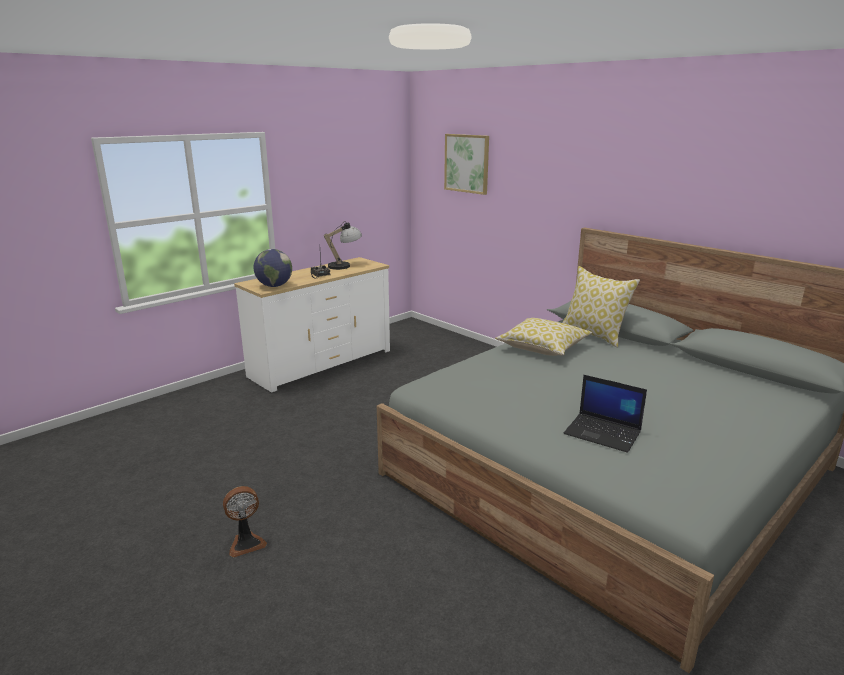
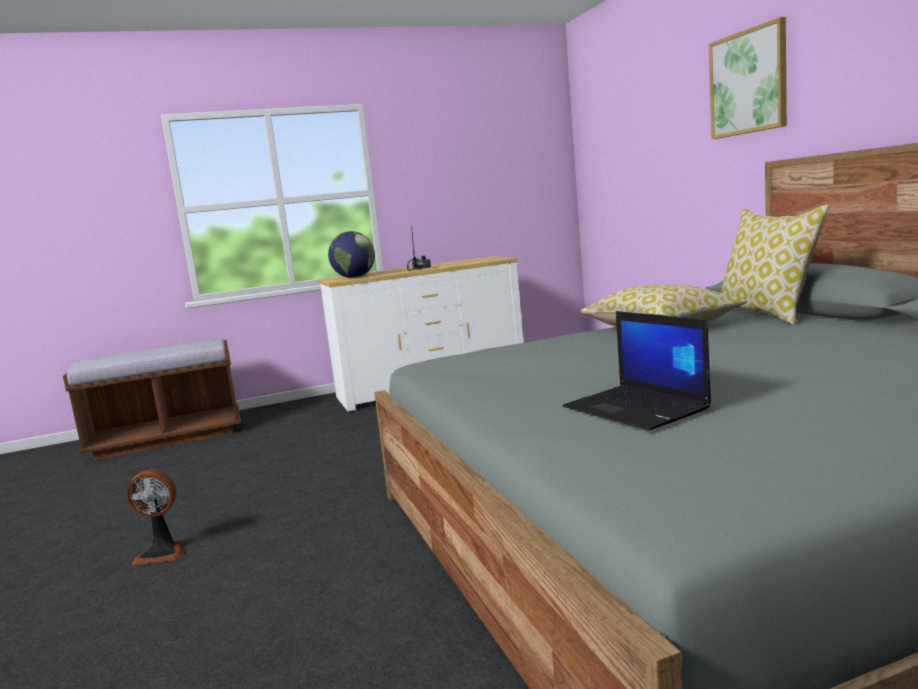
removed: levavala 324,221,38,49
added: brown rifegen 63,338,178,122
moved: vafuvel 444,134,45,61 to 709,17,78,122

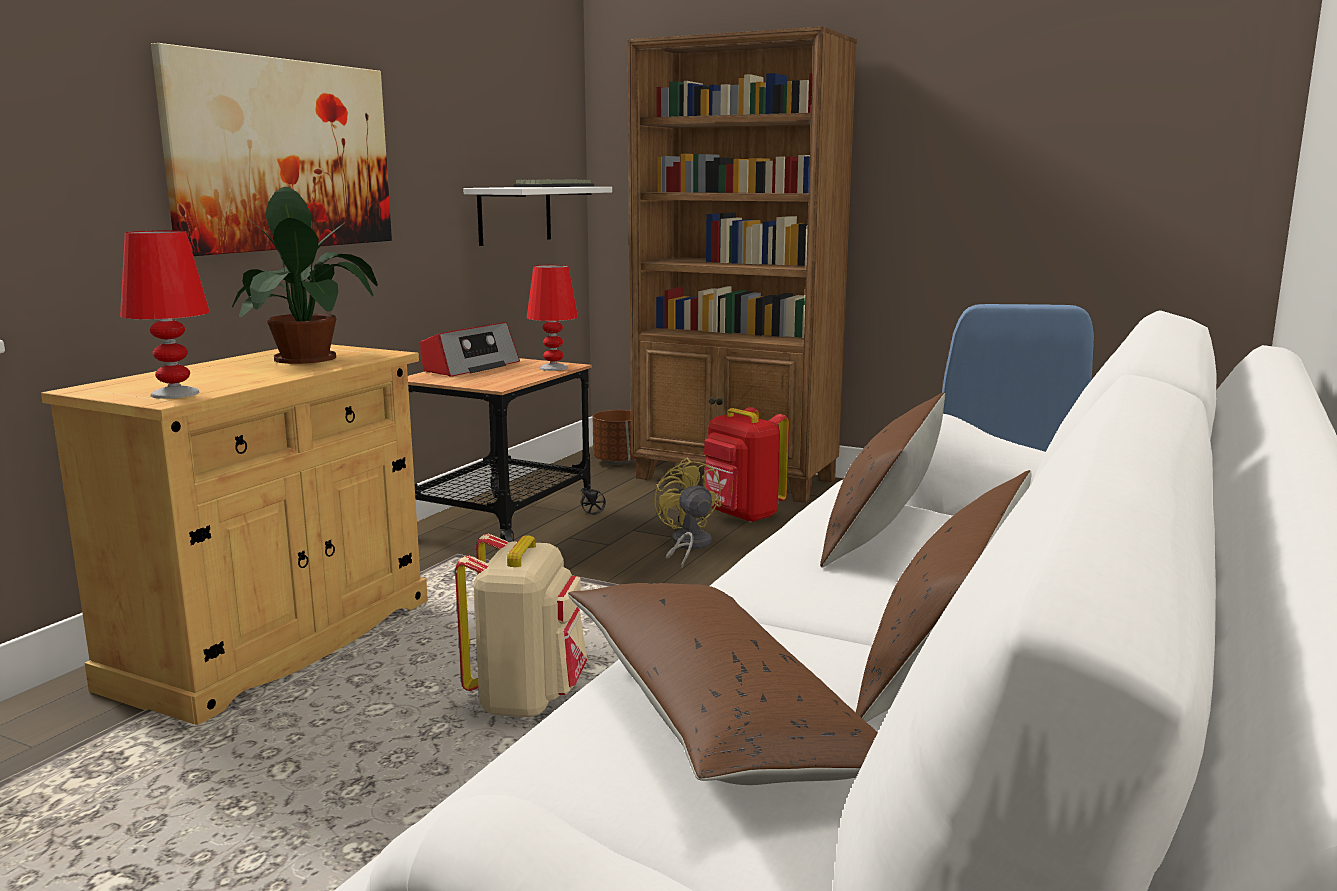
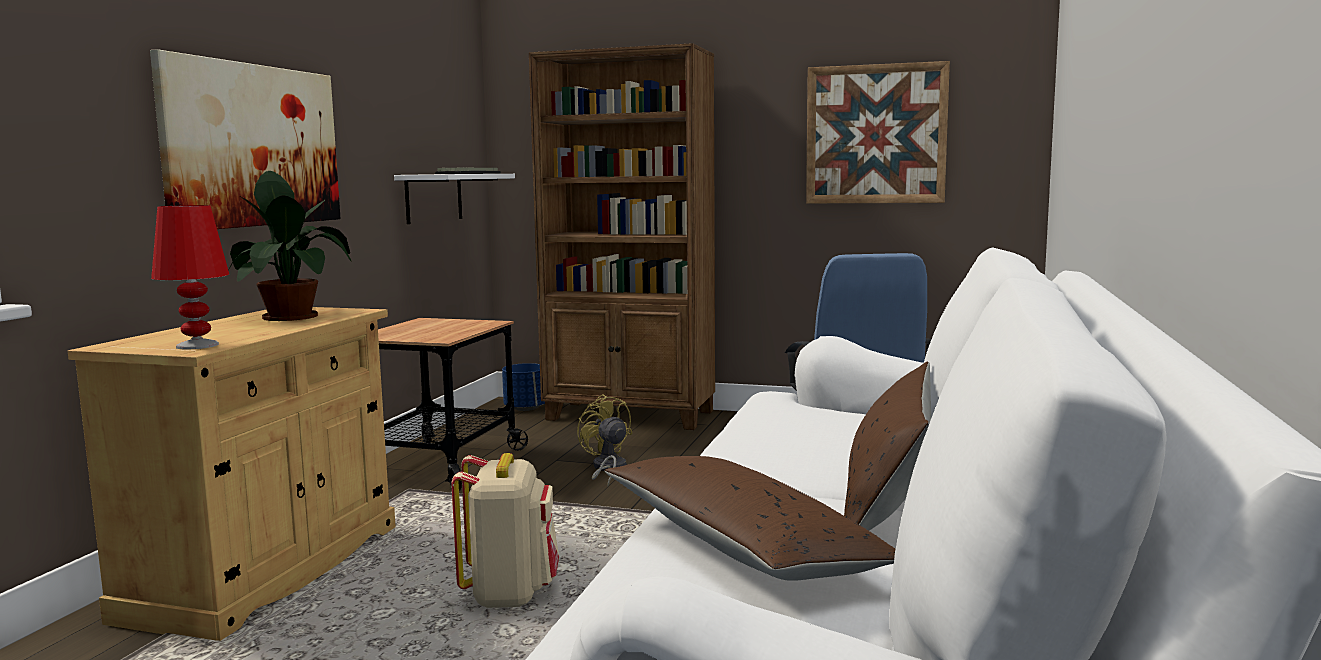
removed: red levavala 527,265,51,106; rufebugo 420,322,100,55; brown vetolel 820,393,125,175; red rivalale 703,407,86,116
added: vafuvel 806,61,144,142
recoloured: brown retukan 593,410,43,55 to blue retukan 502,363,43,48

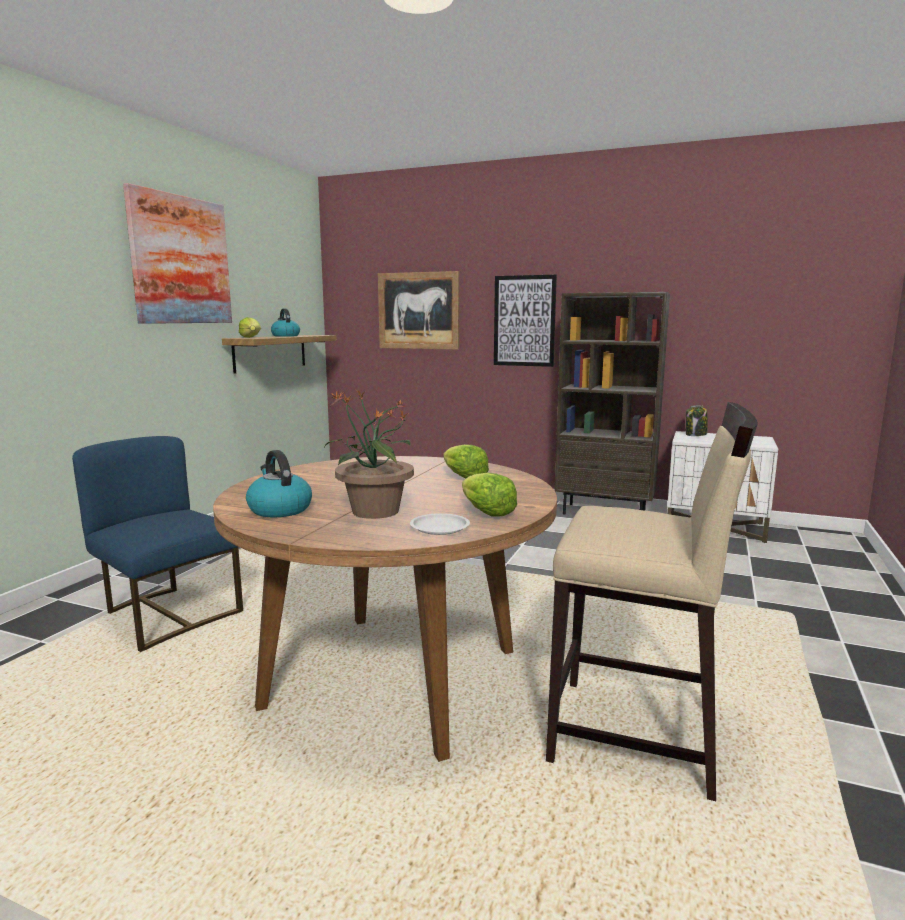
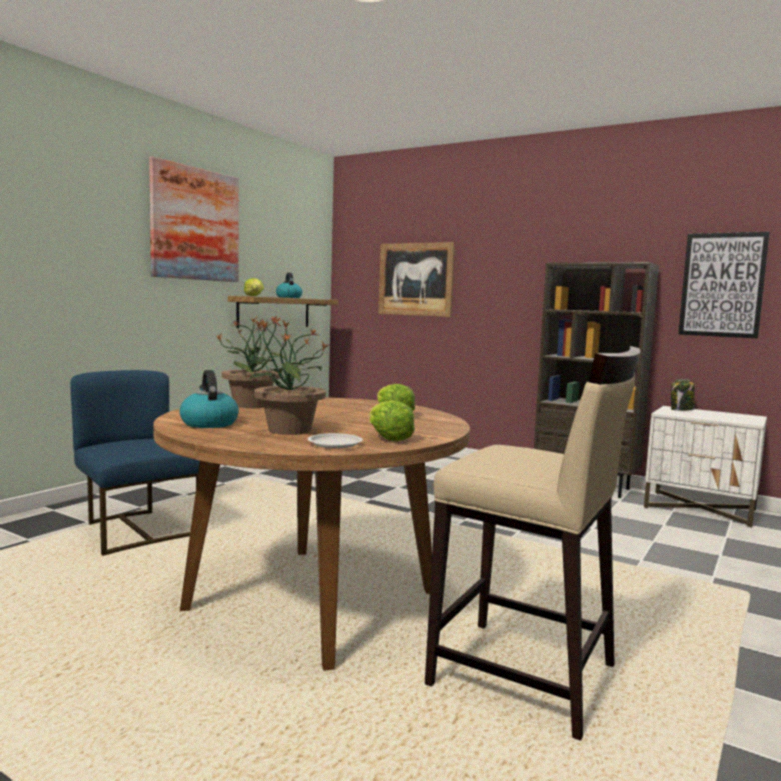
added: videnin 216,316,69,92
moved: vafuvel 494,275,63,92 to 678,232,92,106

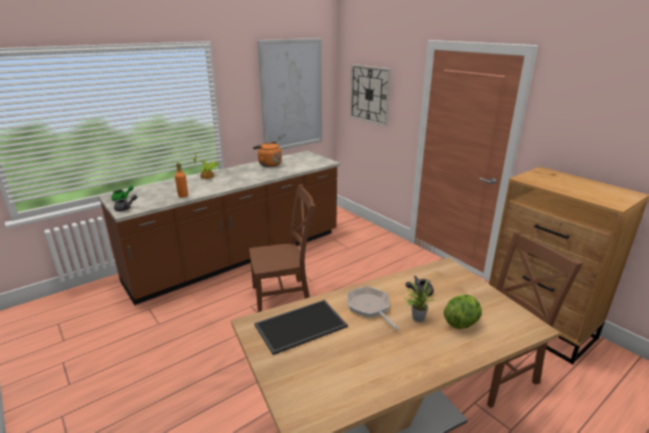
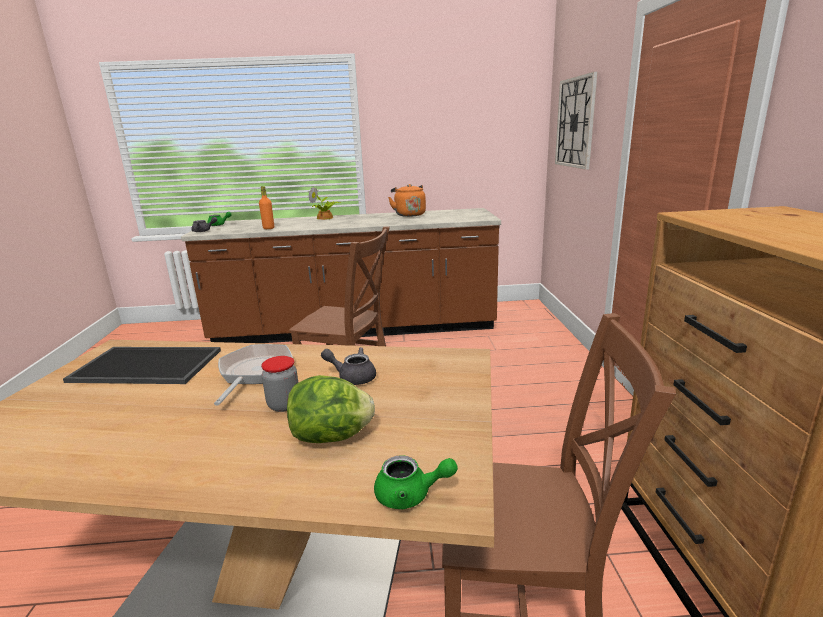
removed: vafuvel 257,38,65,112
added: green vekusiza 374,455,84,54
replaced: videnin 404,280,31,42 to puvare 261,356,37,56

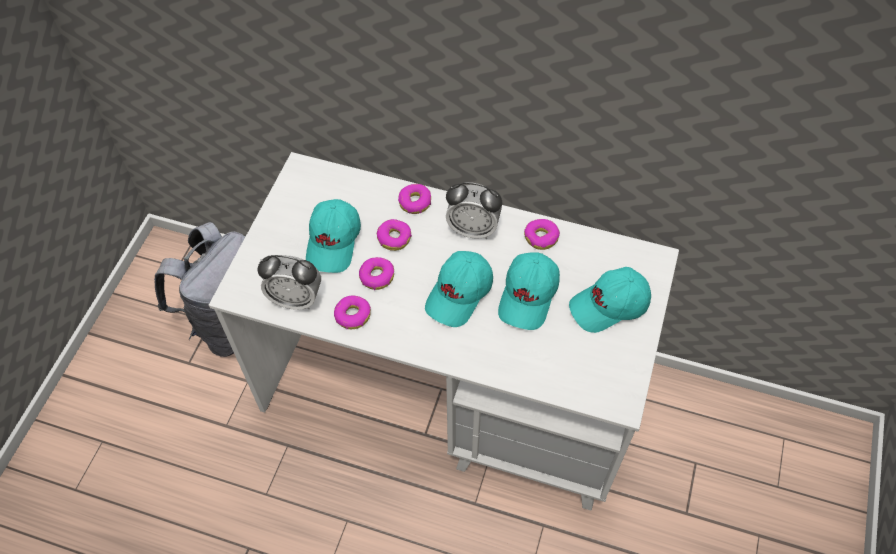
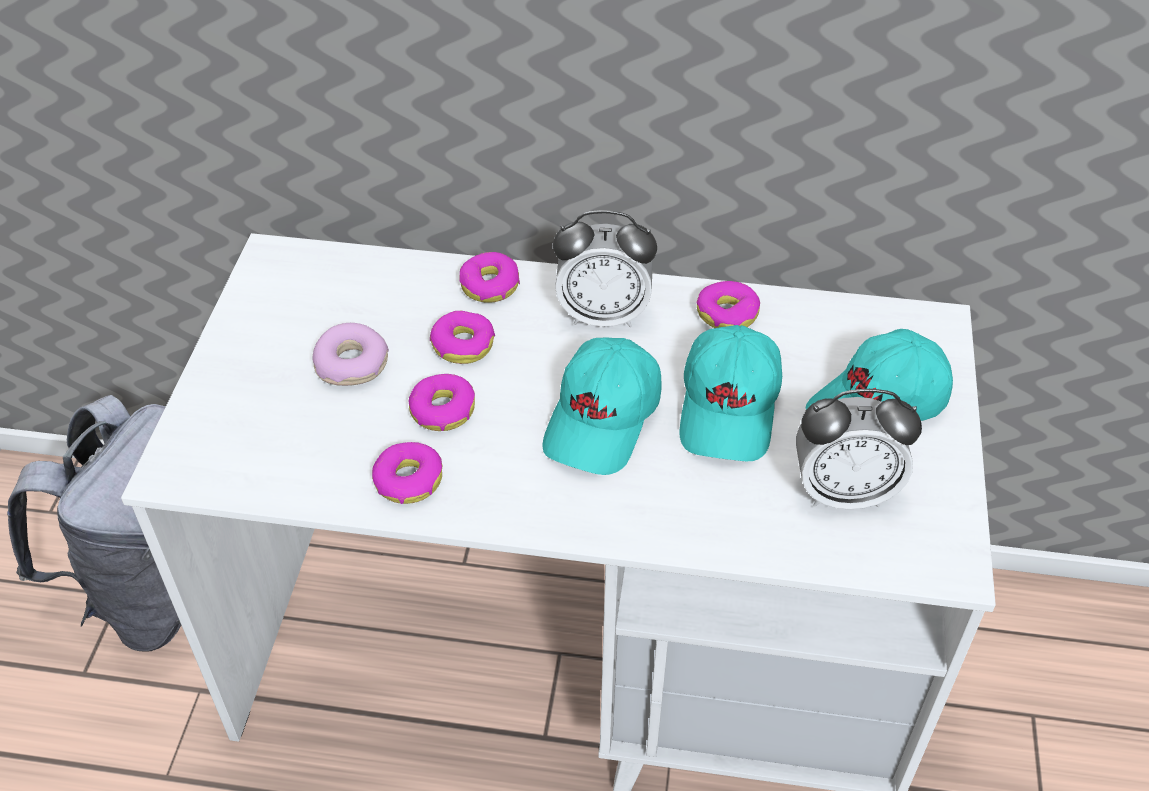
moved: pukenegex 258,255,63,55 to 796,389,126,121
replaced: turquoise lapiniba 306,199,55,74 to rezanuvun 313,323,76,63

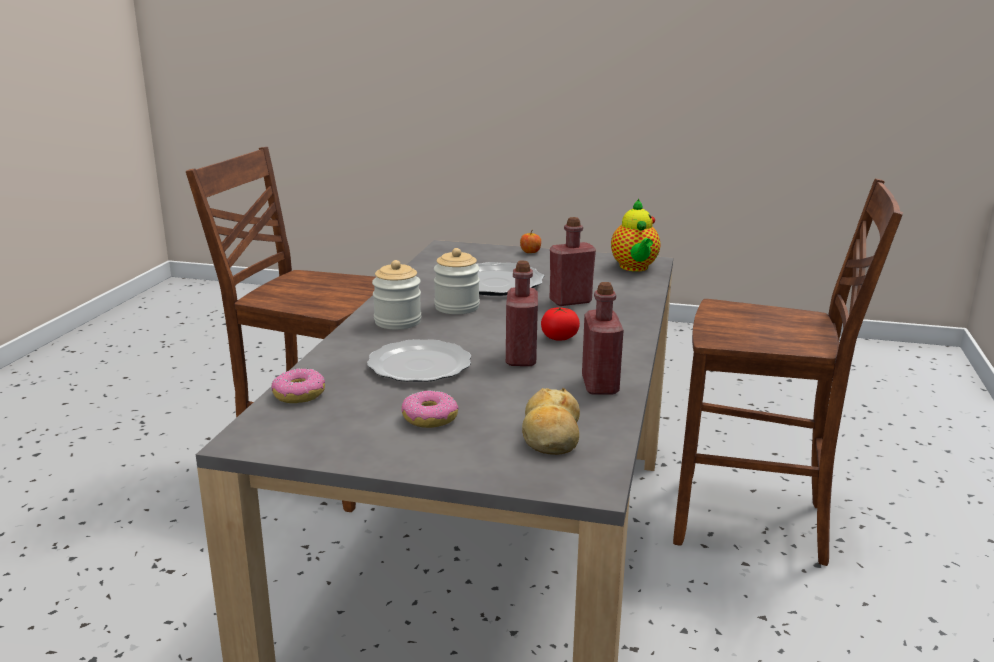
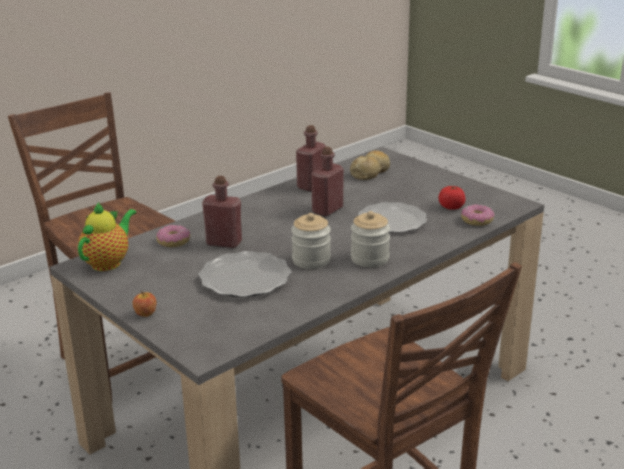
moved: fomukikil 541,306,39,35 to 438,186,27,24; rezanuvun 401,391,58,37 to 156,225,34,23

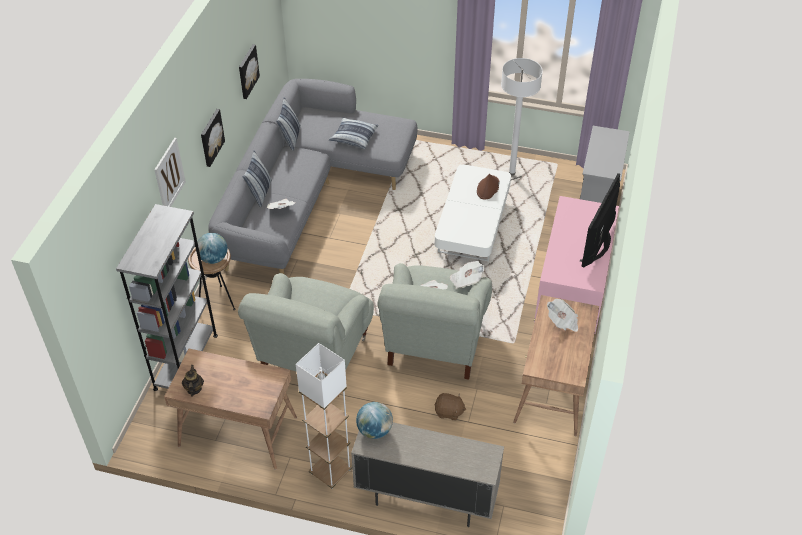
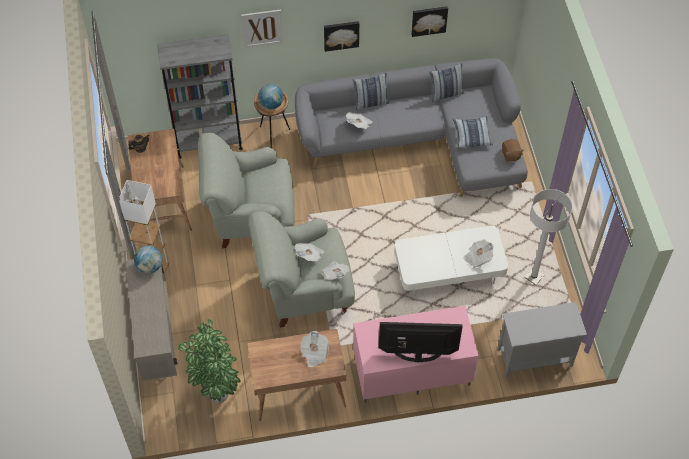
added: videnin 178,319,63,85
moved: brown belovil 434,393,32,28 to 502,139,22,23
replaced: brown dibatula 477,174,22,25 to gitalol 463,239,31,29

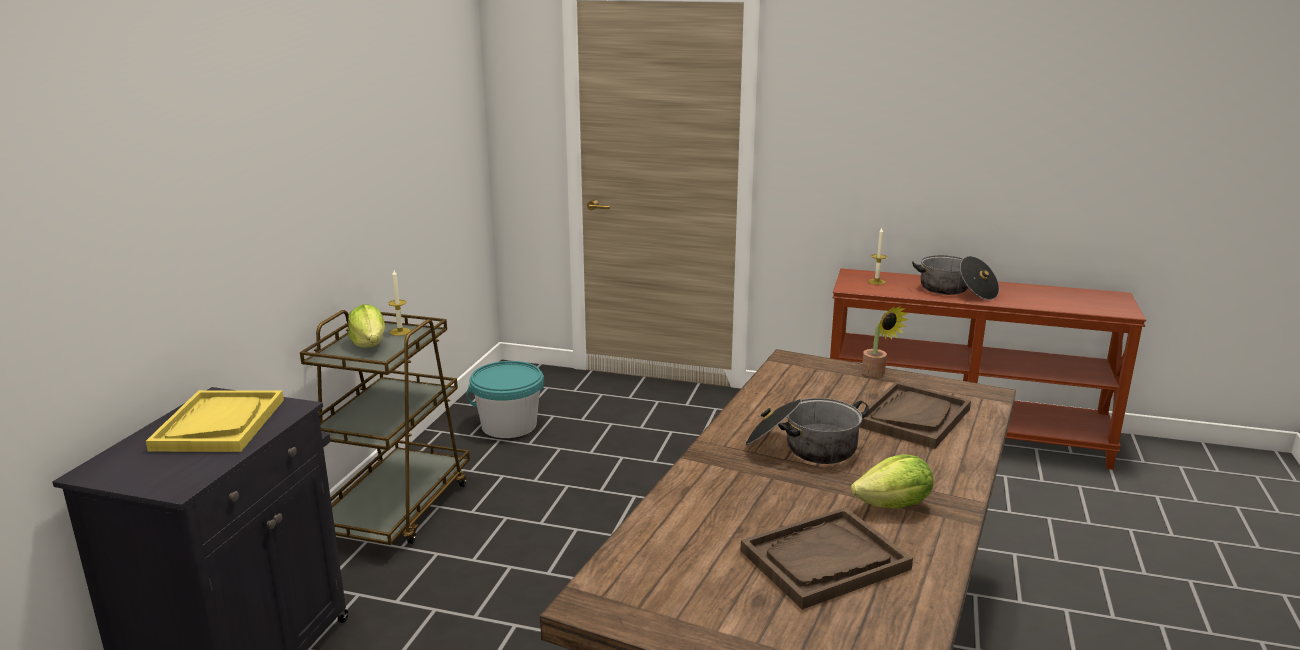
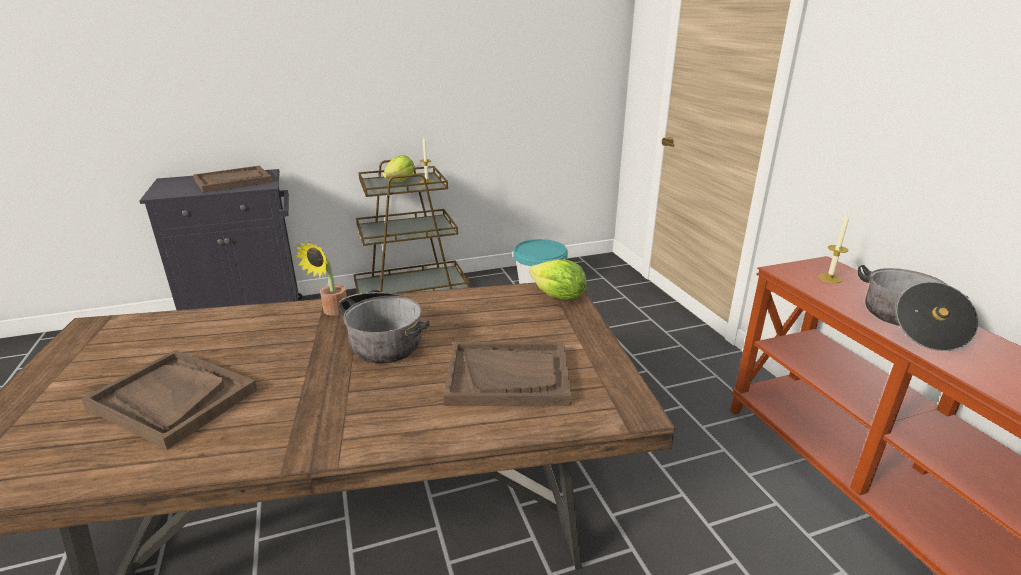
moved: videnin 862,306,46,71 to 294,241,53,74; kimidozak 851,454,83,54 to 529,259,58,41
recoloured: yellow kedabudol 146,390,138,62 to brown kedabudol 193,166,80,27

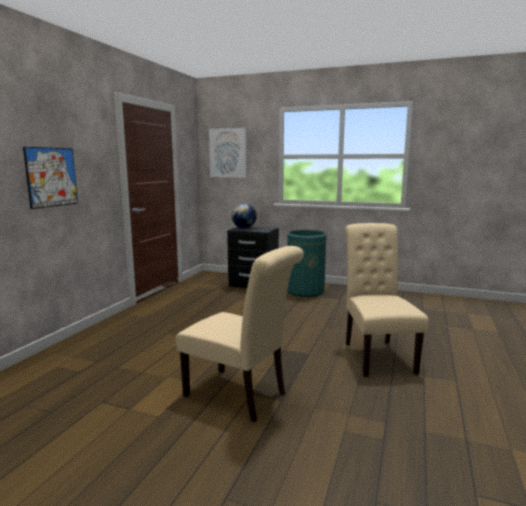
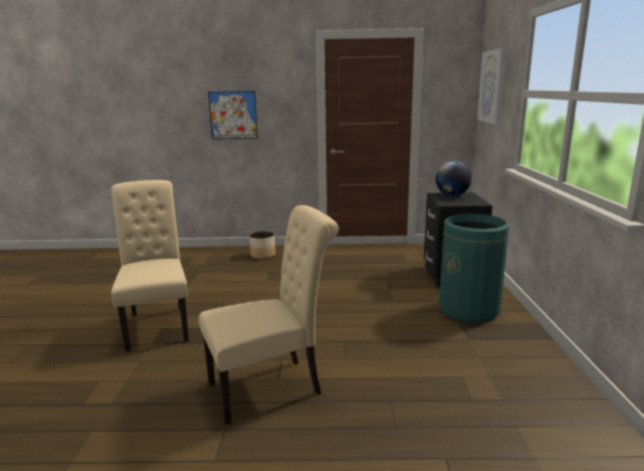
added: retukan 249,231,26,28
turned: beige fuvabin 176,246,128,176 = 111,180,78,172 150 degrees clockwise

